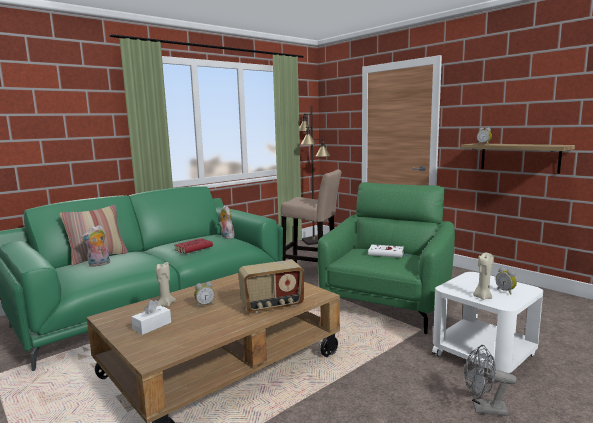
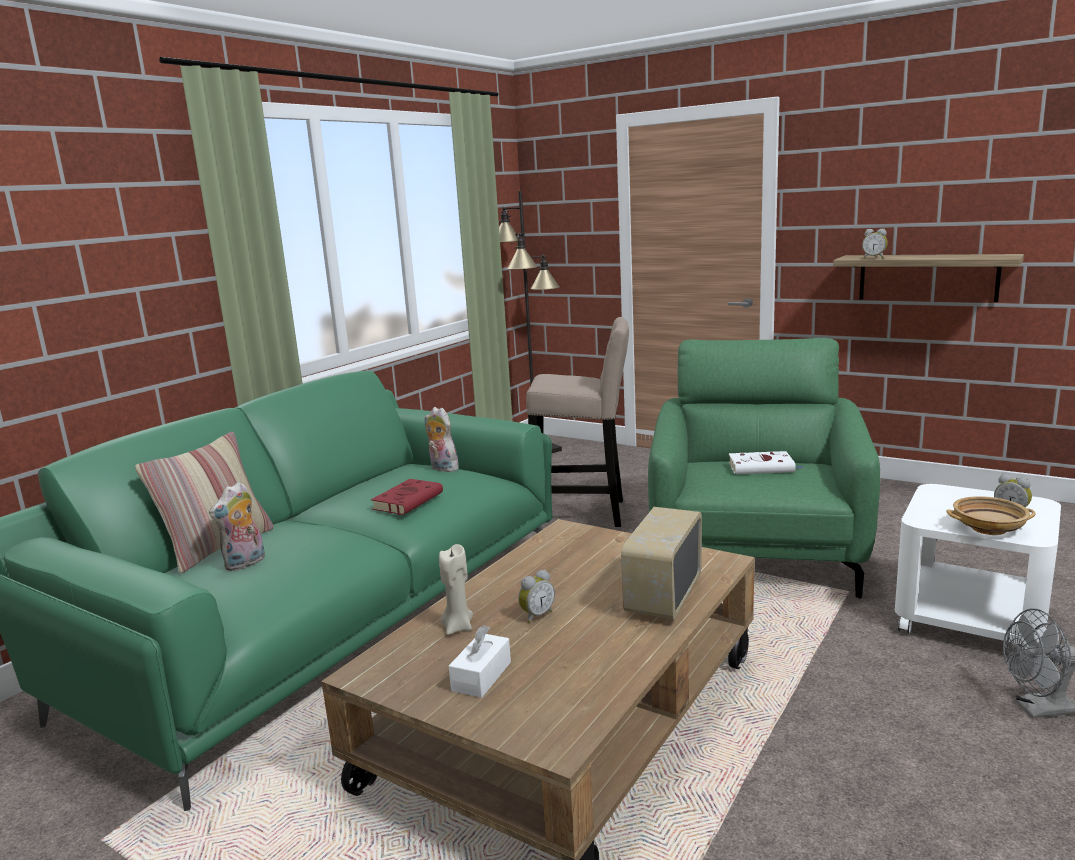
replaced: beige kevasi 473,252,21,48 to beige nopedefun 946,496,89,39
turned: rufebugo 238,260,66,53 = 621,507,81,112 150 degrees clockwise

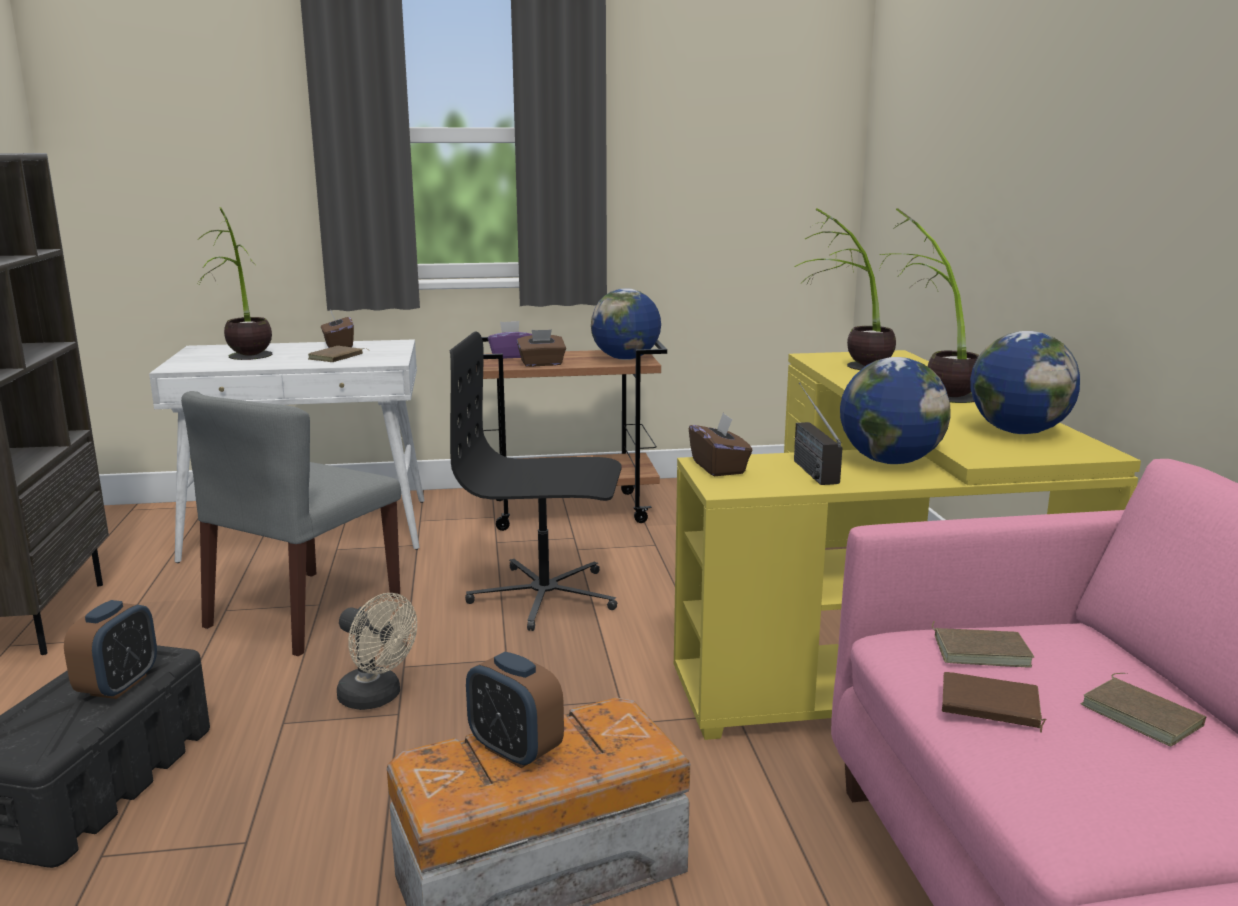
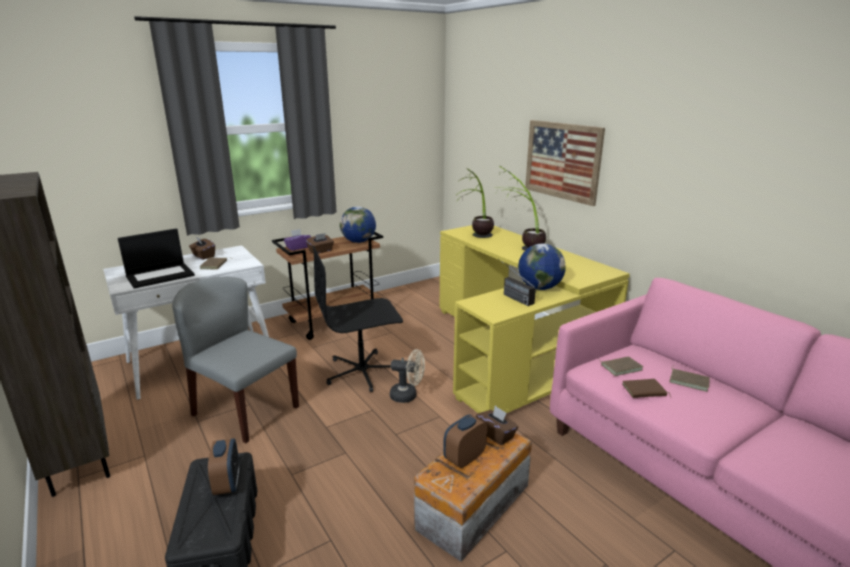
removed: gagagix 970,331,110,103
added: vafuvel 525,120,80,86
moved: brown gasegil 689,412,63,64 to 476,406,42,39; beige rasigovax 337,593,80,117 to 390,349,35,54
replaced: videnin 197,207,76,153 to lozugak 118,228,77,61
turned: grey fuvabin 181,391,220,266 = 172,277,127,166 120 degrees clockwise; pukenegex 466,652,98,116 = 443,414,44,54 120 degrees clockwise

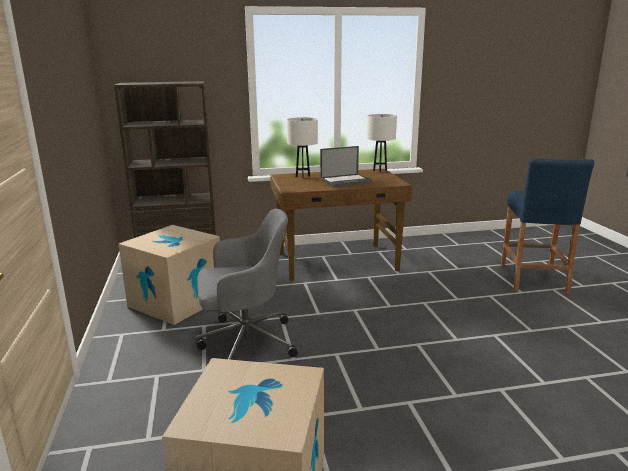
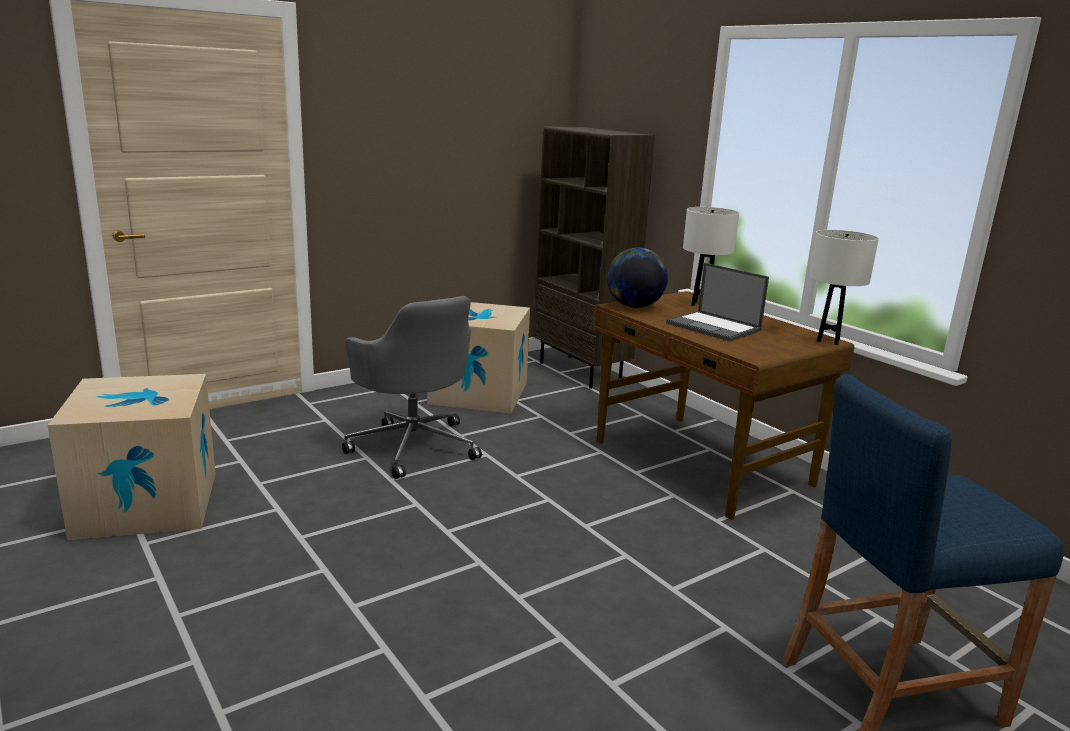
added: gagagix 607,248,61,60

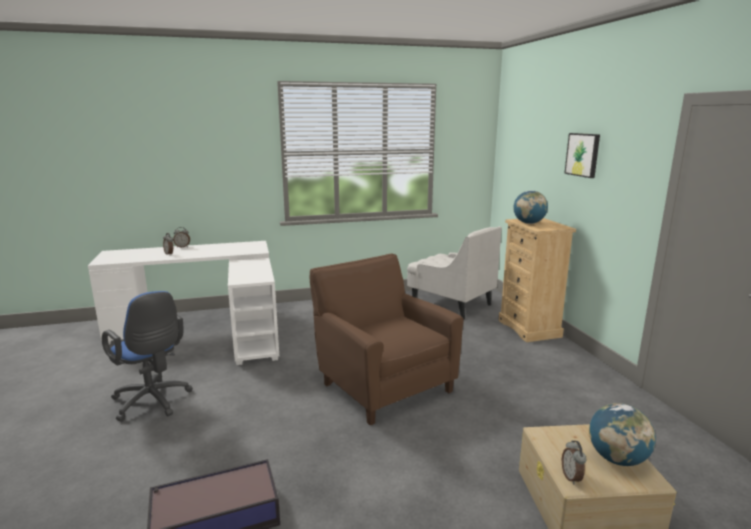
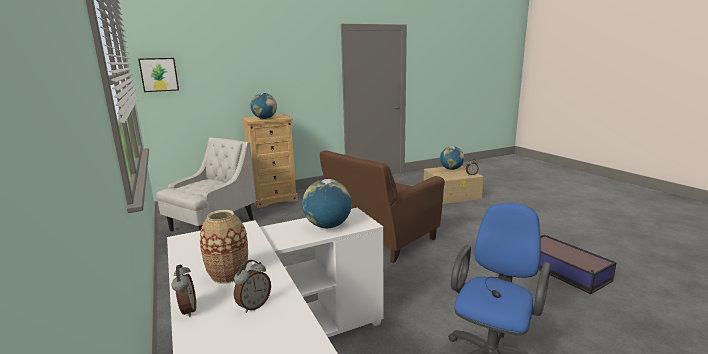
added: gagagix 302,179,50,49; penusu 200,210,48,74
moved: vafuvel 564,133,36,45 to 138,58,41,34

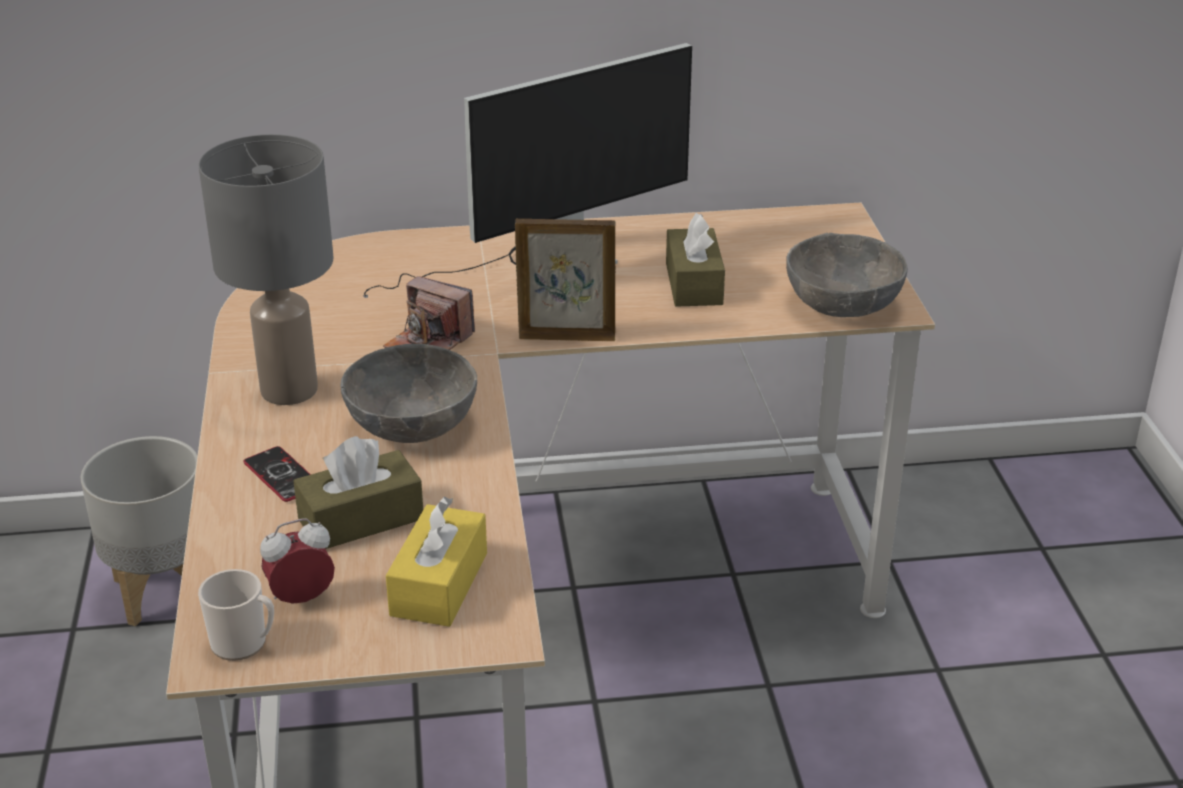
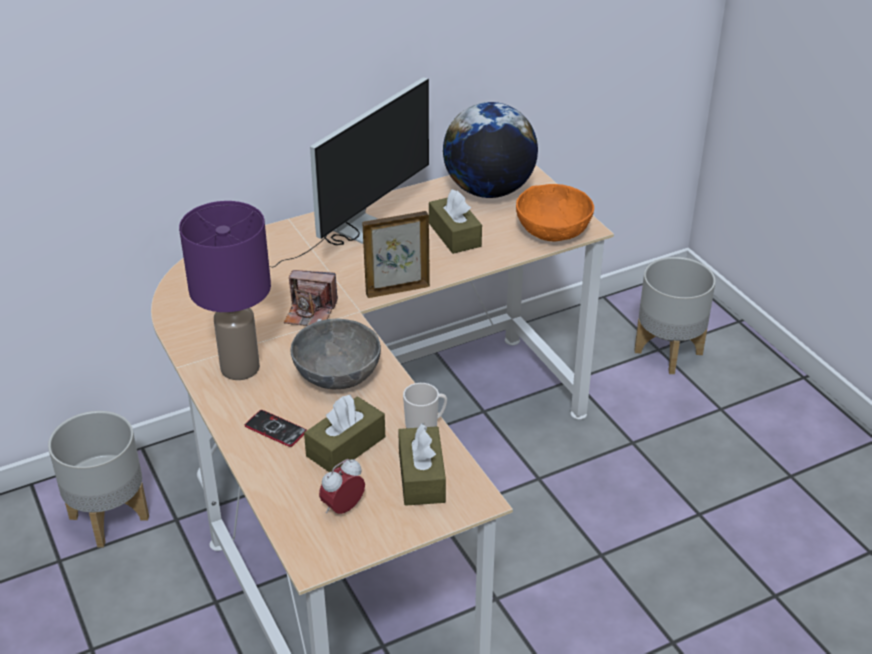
added: gagagix 443,102,95,96; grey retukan 634,257,82,117
moved: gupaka 198,569,76,92 to 403,383,44,45
recoloured: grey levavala 198,134,135,271 to purple levavala 179,201,92,179; grey nopedefun 786,233,122,84 to orange nopedefun 516,184,78,58; yellow gasegil 386,496,101,131 to brown gasegil 398,423,48,83

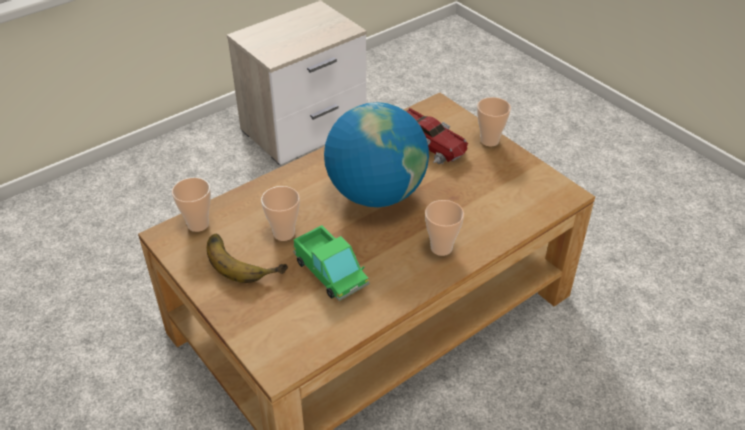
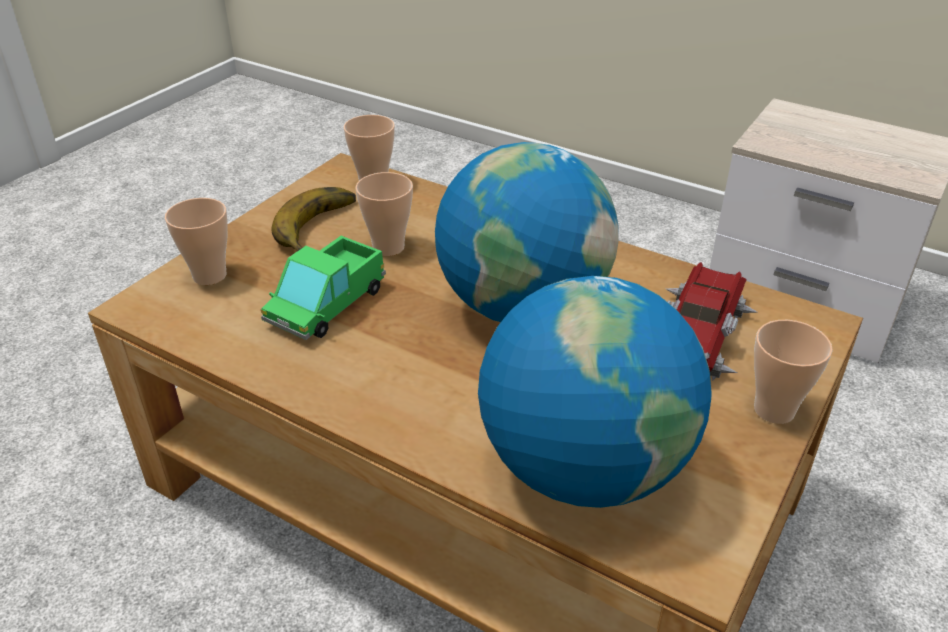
added: gagagix 478,276,234,232
moved: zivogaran 425,200,39,56 to 165,198,63,87

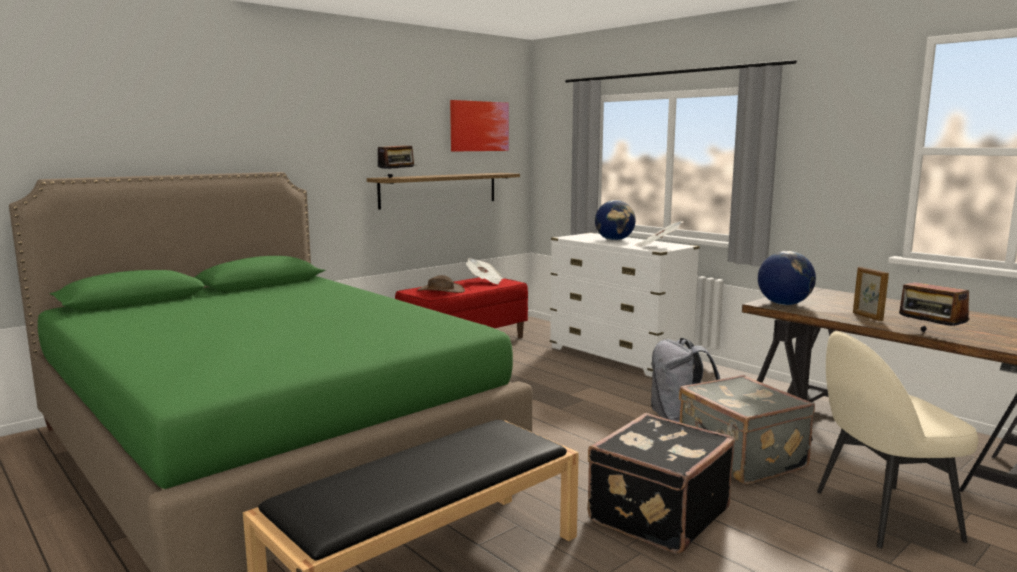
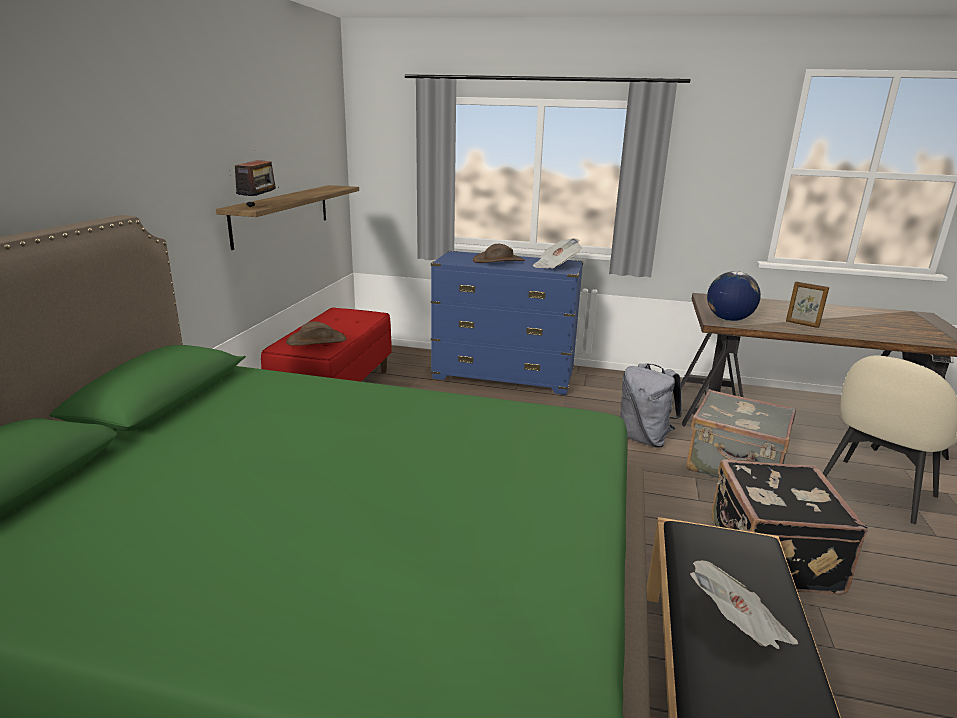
removed: vafuvel 450,100,59,52; rufebugo 899,271,71,61
moved: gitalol 466,258,37,26 to 690,560,108,89
replaced: gagagix 595,200,41,41 to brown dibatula 473,244,52,19
recoloured: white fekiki 550,233,150,144 to blue fekiki 431,251,153,144

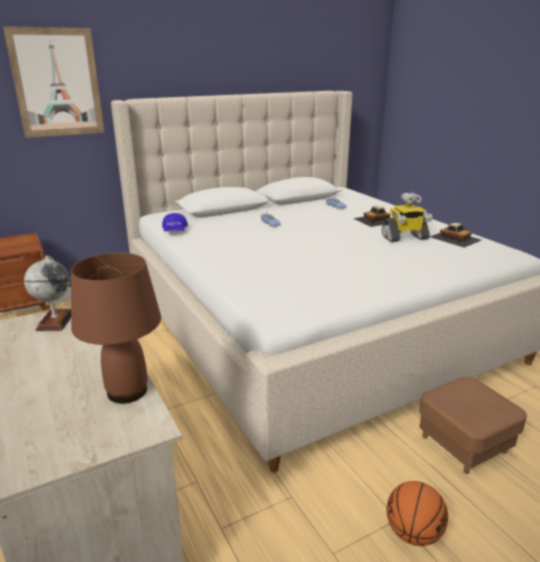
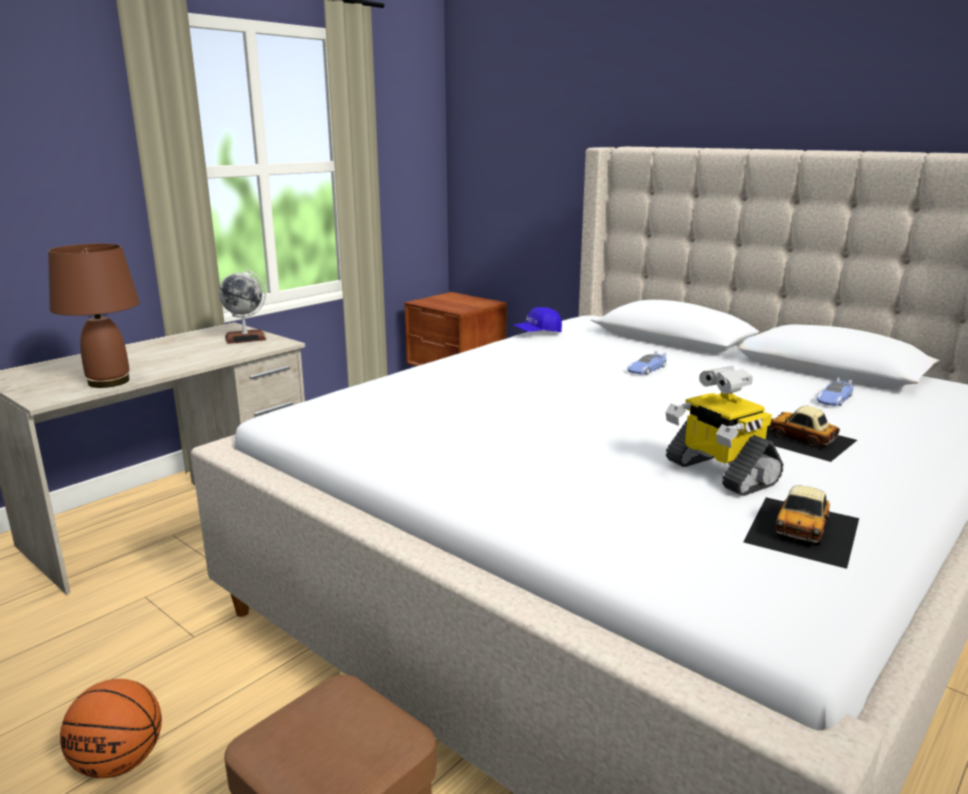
removed: vafuvel 3,26,102,112

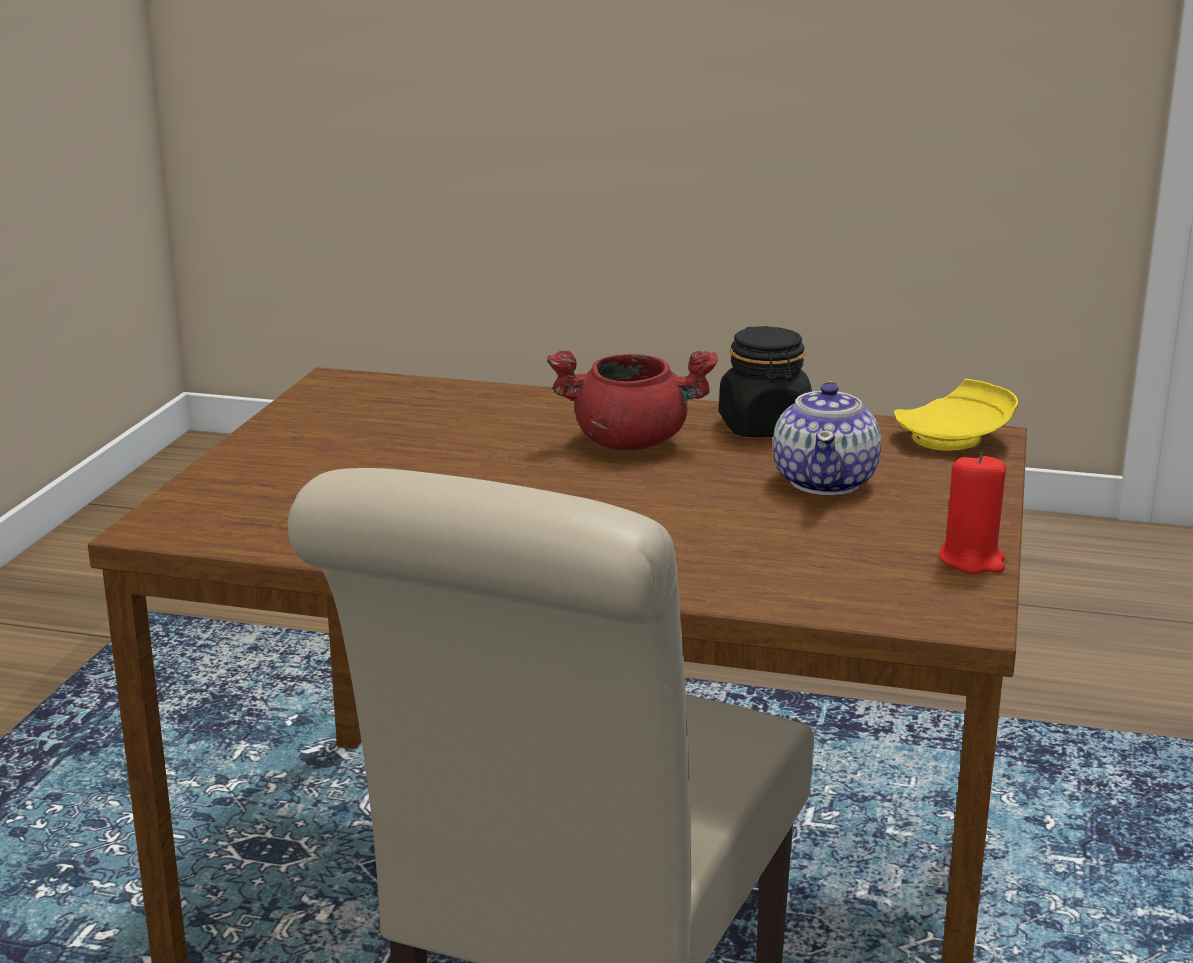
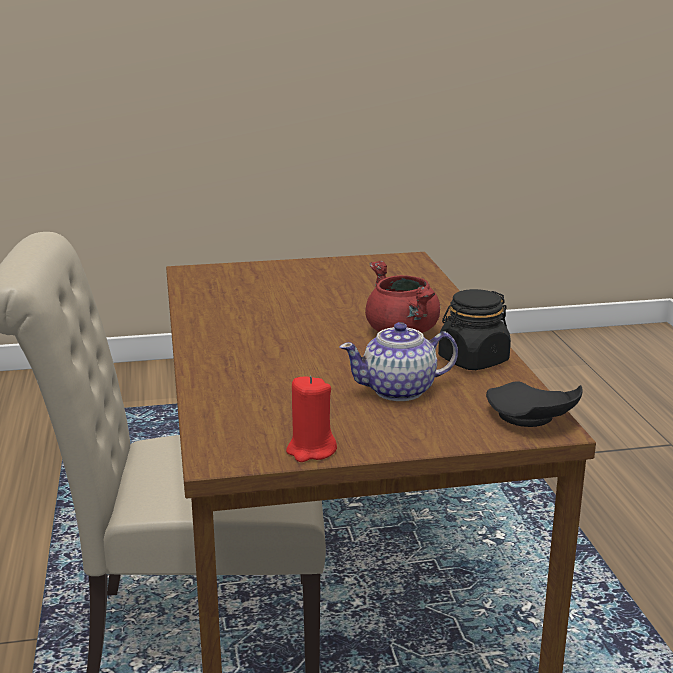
recoloured: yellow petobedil 894,379,124,72 to black petobedil 486,381,96,46

